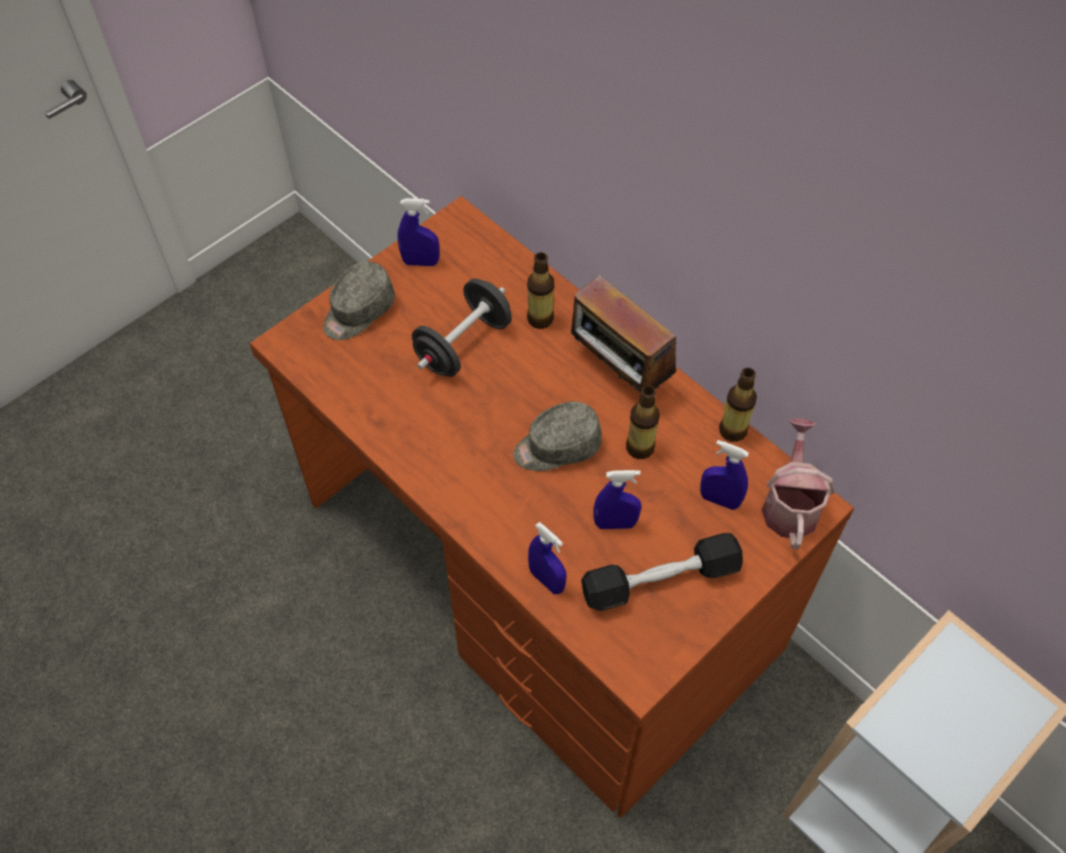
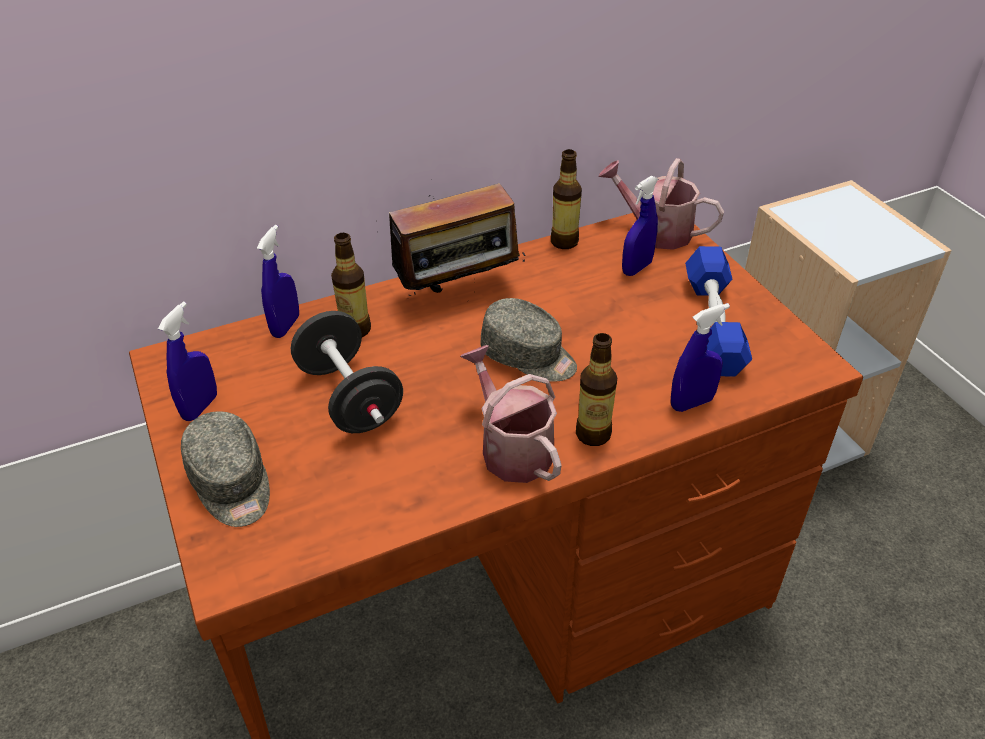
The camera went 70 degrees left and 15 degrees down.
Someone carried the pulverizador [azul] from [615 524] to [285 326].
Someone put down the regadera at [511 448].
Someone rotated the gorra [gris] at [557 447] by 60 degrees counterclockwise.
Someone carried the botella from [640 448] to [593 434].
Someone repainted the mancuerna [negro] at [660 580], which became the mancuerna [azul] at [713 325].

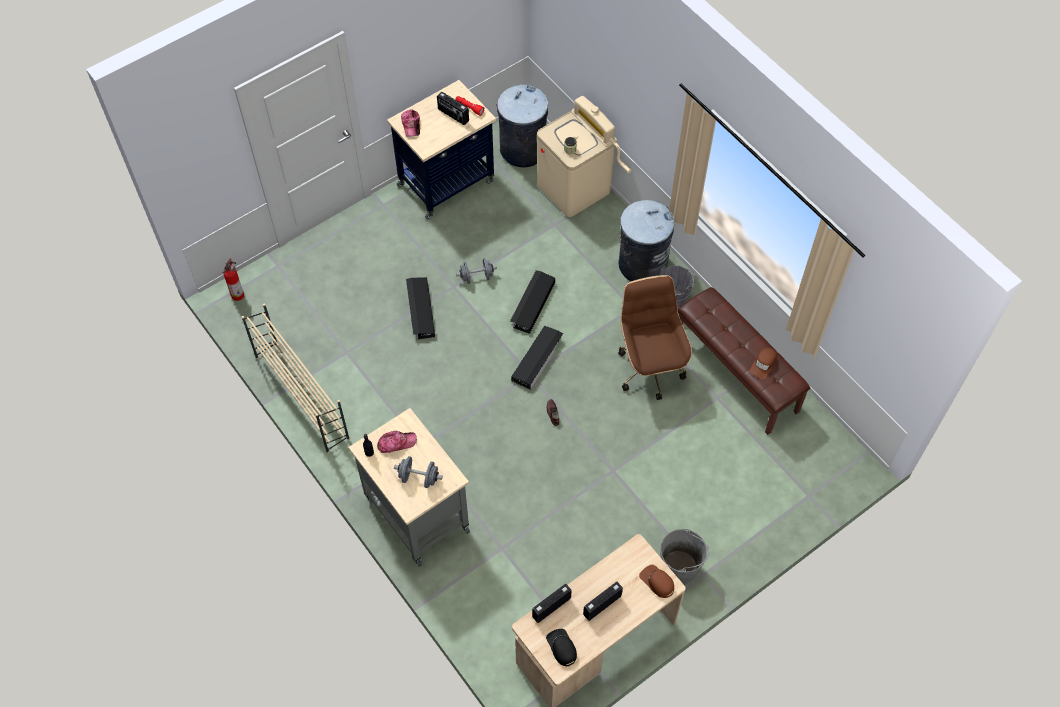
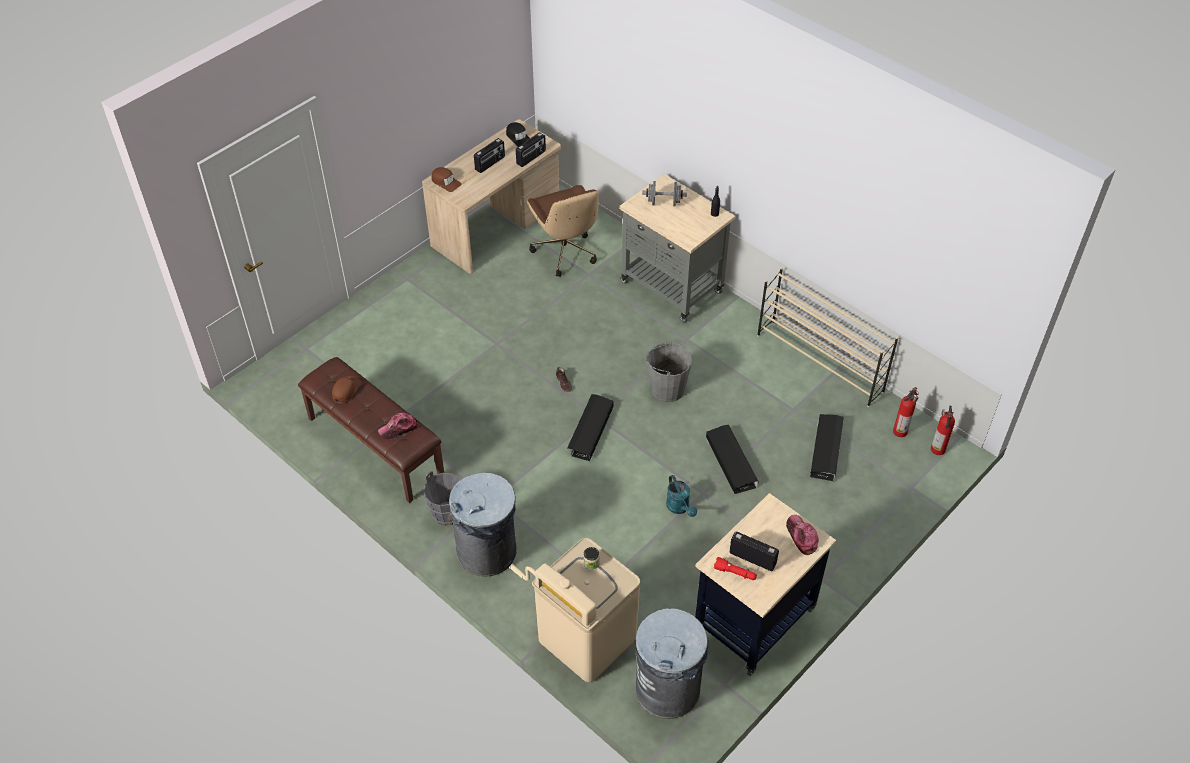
The camera went 170 degrees right and 10 degrees down.
Someone carried the gorra from [396 443] to [398 428].
Someone carried the silla de oficina [marrón] from [649 367] to [565 255].
Someone carried the cubo [gris] from [679 568] to [667 388].
Someone swapped the mancuerna [gris] at [476 277] for the regadera [turquesa] at [680 508].
Someone carried the caja de almacenaje [negro] from [532 304] to [826 450].
Someone put down the extintor at [900 431].

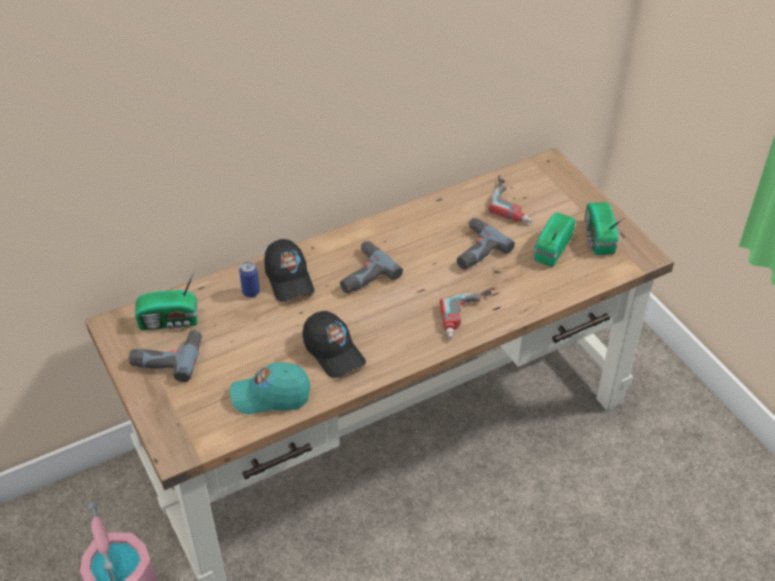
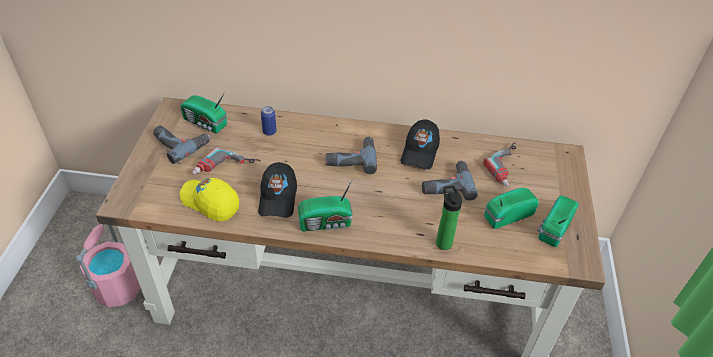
The camera went 35 degrees right and 0 degrees up.
Someone repainted the gorra [turquesa] at [271 396], which became the gorra [amarillo] at [210 202].
Someone carried the taladro from [470 316] to [226 170].
Someone put down the radio at [326 223].
Someone carried the gorra [negro] from [289 279] to [420 152].
Someone put down the botella at [443 241].

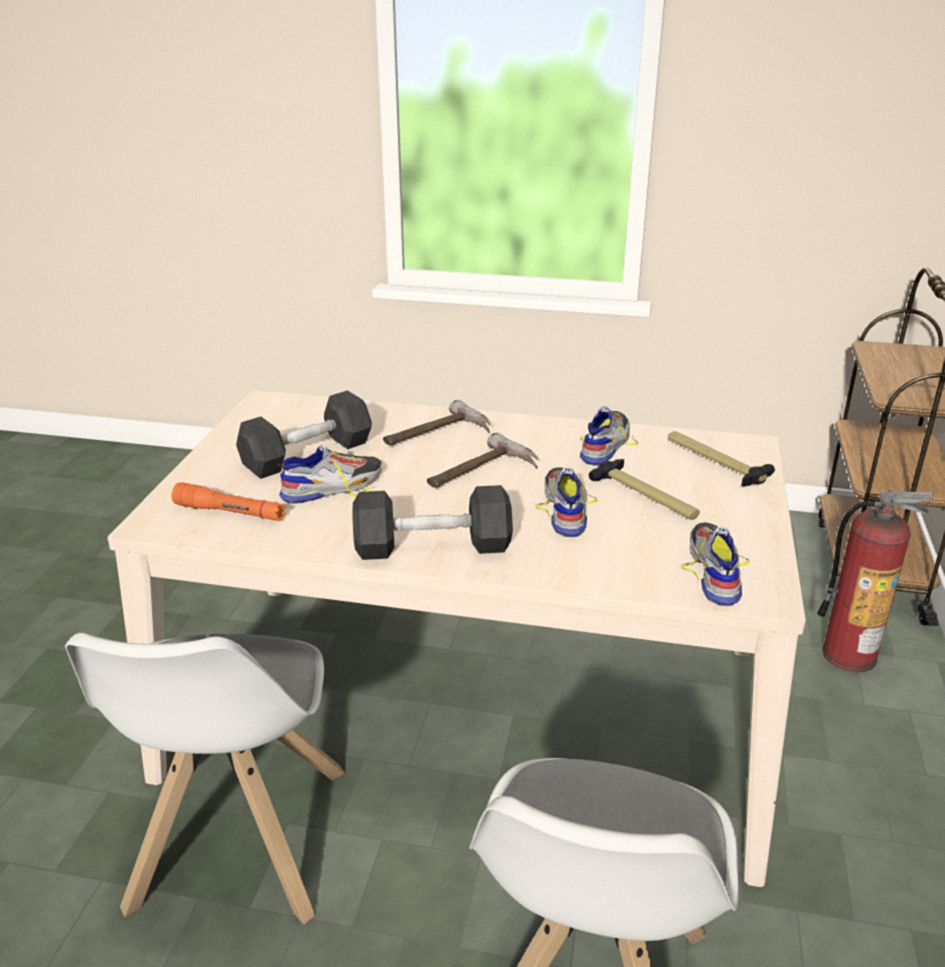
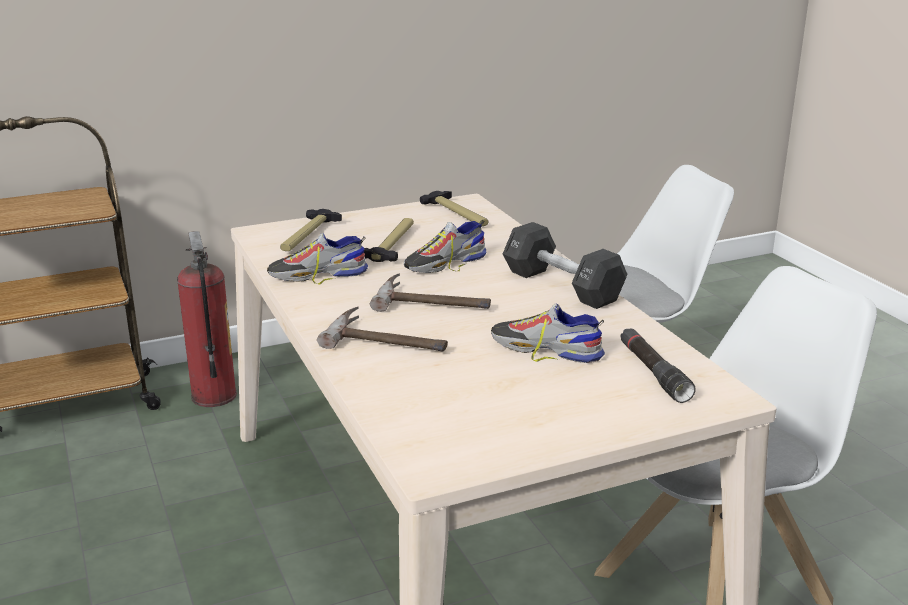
The camera went 125 degrees left and 5 degrees down.
Someone swapped the zapato at [714 569] for the martillo at [458 215].
Someone repainted the linterna [naranja] at [230 512], which became the linterna [negro] at [653 373].
Someone took away the mancuerna [gris] at [307 455].

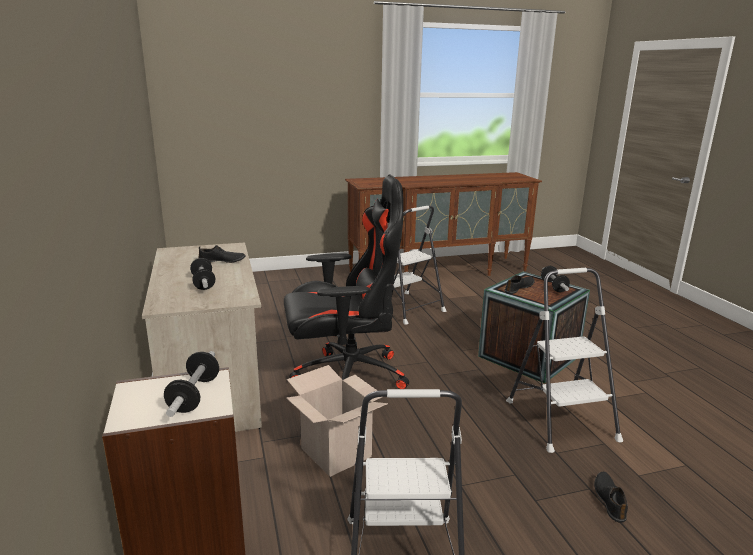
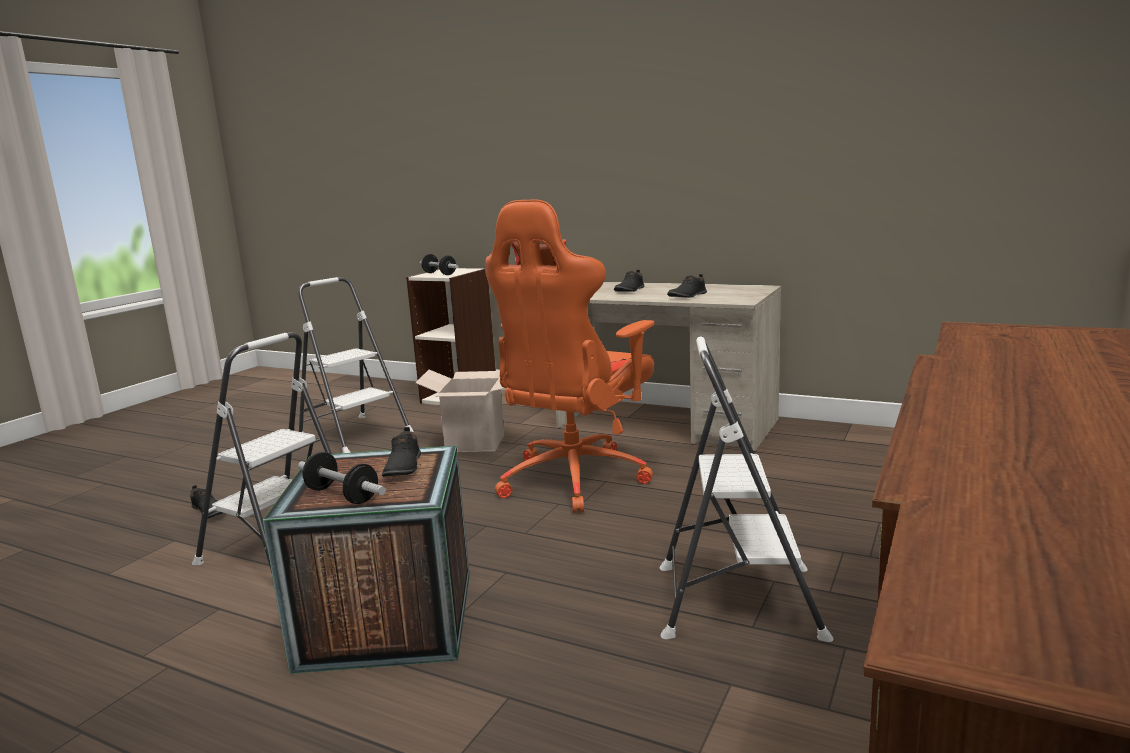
The camera went 135 degrees right and 5 degrees down.
Someone repainted the silla de oficina [negro] at [342 377], which became the silla de oficina [naranja] at [580 475].
Someone swapped the mancuerna at [203 283] for the zapato [negro] at [629 290].

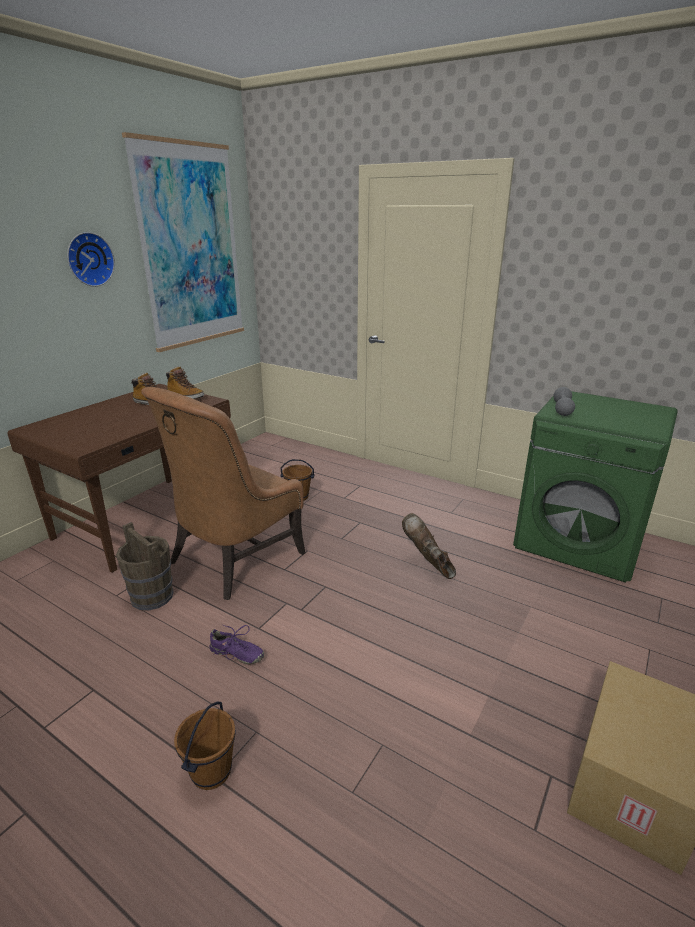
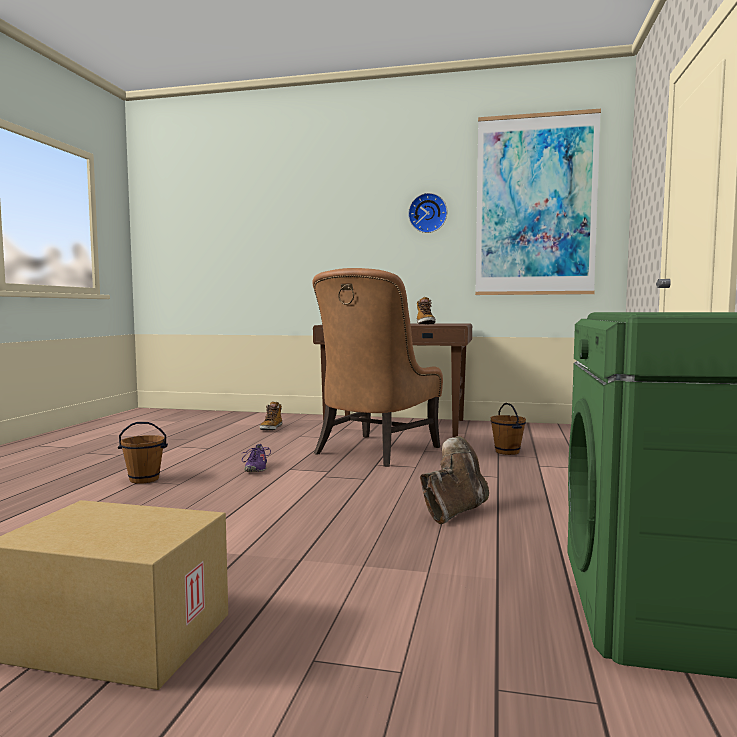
The camera went 70 degrees right and 20 degrees down.
Someone carried the bota from [185 397] to [271 428].
Someone rotated the silla [marrón] at [235 558] by 75 degrees counterclockwise.
Someone took away the cubo [marrón] at [152 596].
Someone took away the mancuerna [gris] at [562 409].

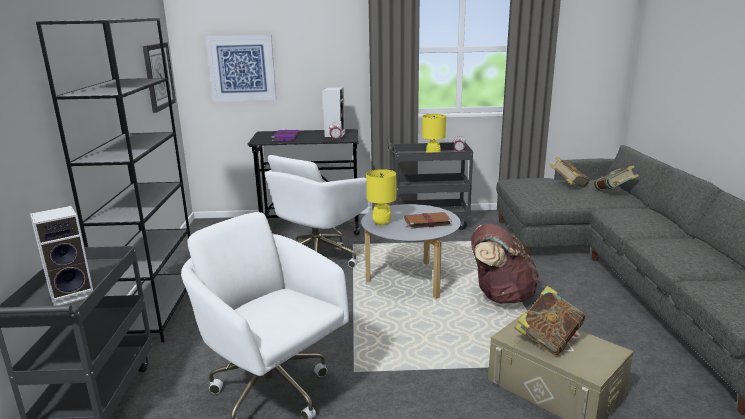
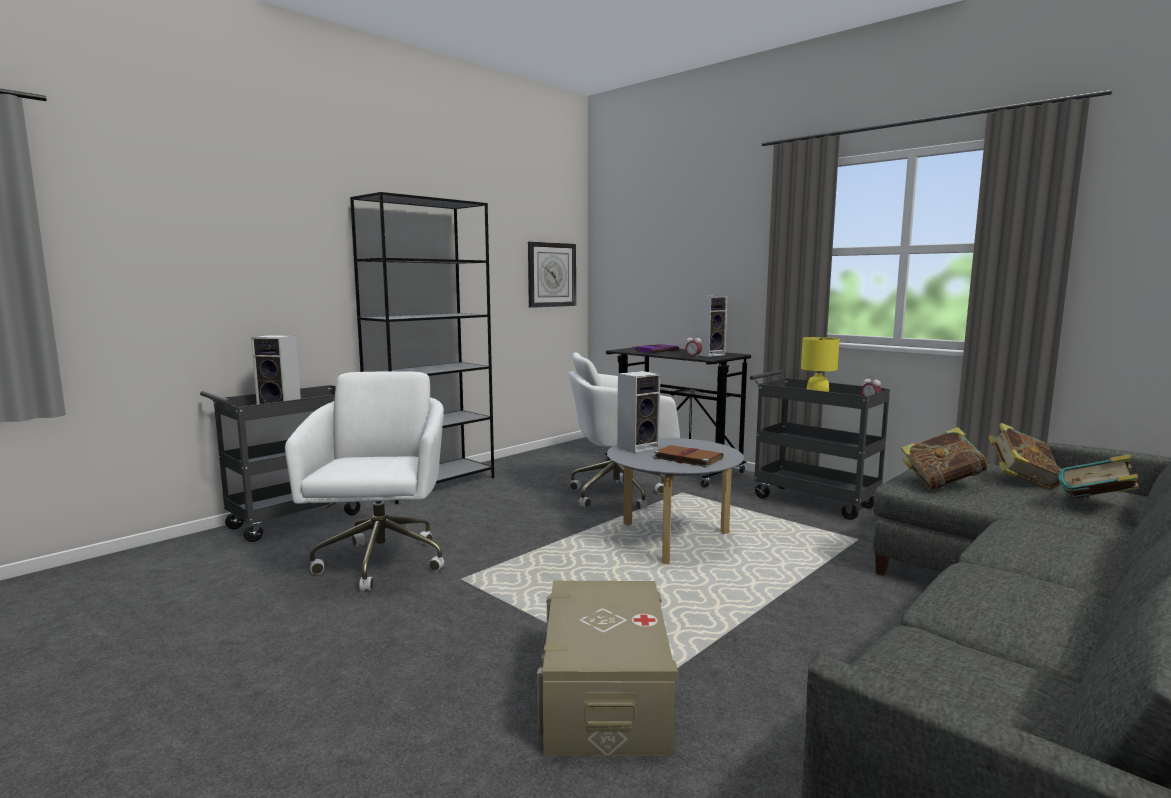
The camera went 45 degrees right and 10 degrees down.
Someone swapped the lámpara de mesa [amarillo] at [381 223] for the altavoz at [638 447].
Someone carried the libro from [548 340] to [942 484].
Someone took away the cuadro at [242 68].
Someone took away the mochila [marrón] at [500 296].

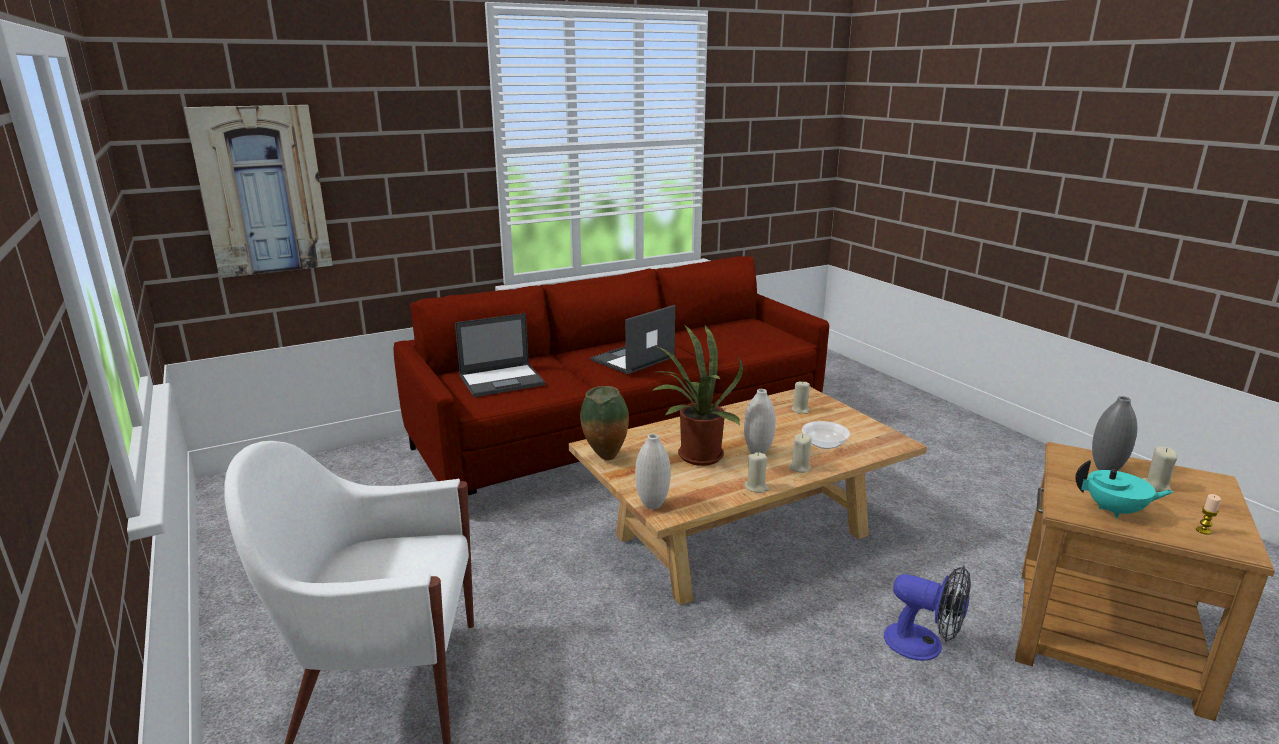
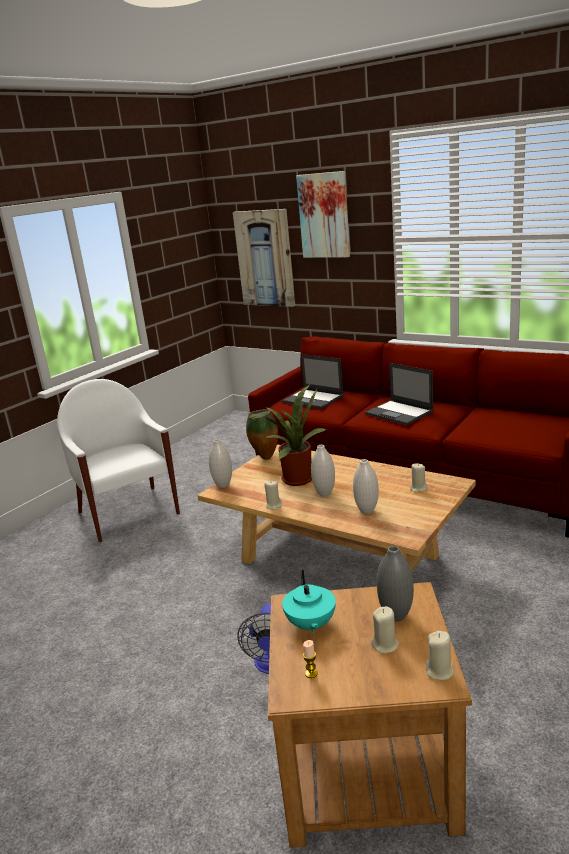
The camera went 65 degrees right and 0 degrees up.
Someone put up the cuadro at [324 215].
Someone swapped the cuenco at [824 444] for the florero [blanco] at [367 511].
Someone rotated the portátil at [632 359] by 150 degrees counterclockwise.
Someone carried the vela [beis] from [799 467] to [440 671].

